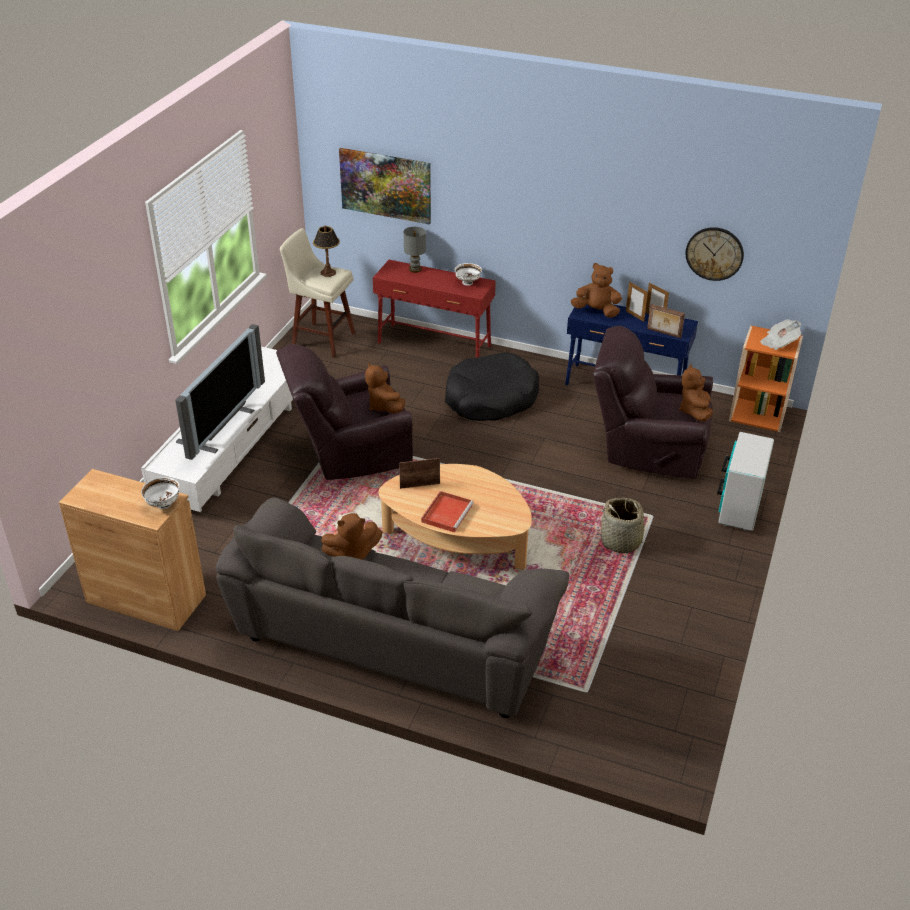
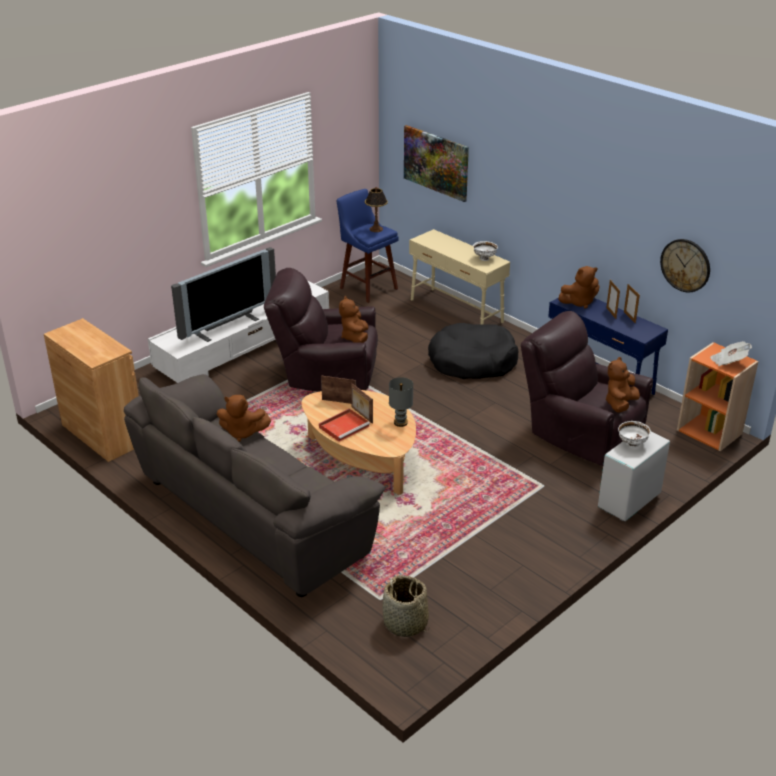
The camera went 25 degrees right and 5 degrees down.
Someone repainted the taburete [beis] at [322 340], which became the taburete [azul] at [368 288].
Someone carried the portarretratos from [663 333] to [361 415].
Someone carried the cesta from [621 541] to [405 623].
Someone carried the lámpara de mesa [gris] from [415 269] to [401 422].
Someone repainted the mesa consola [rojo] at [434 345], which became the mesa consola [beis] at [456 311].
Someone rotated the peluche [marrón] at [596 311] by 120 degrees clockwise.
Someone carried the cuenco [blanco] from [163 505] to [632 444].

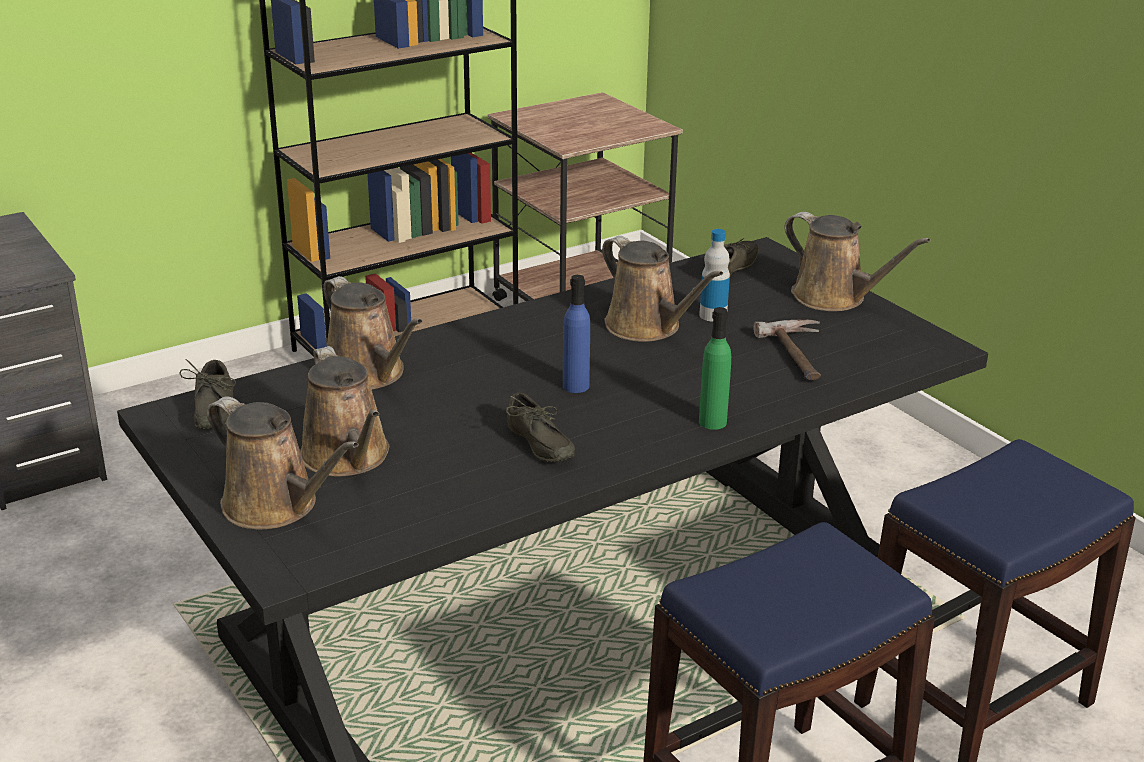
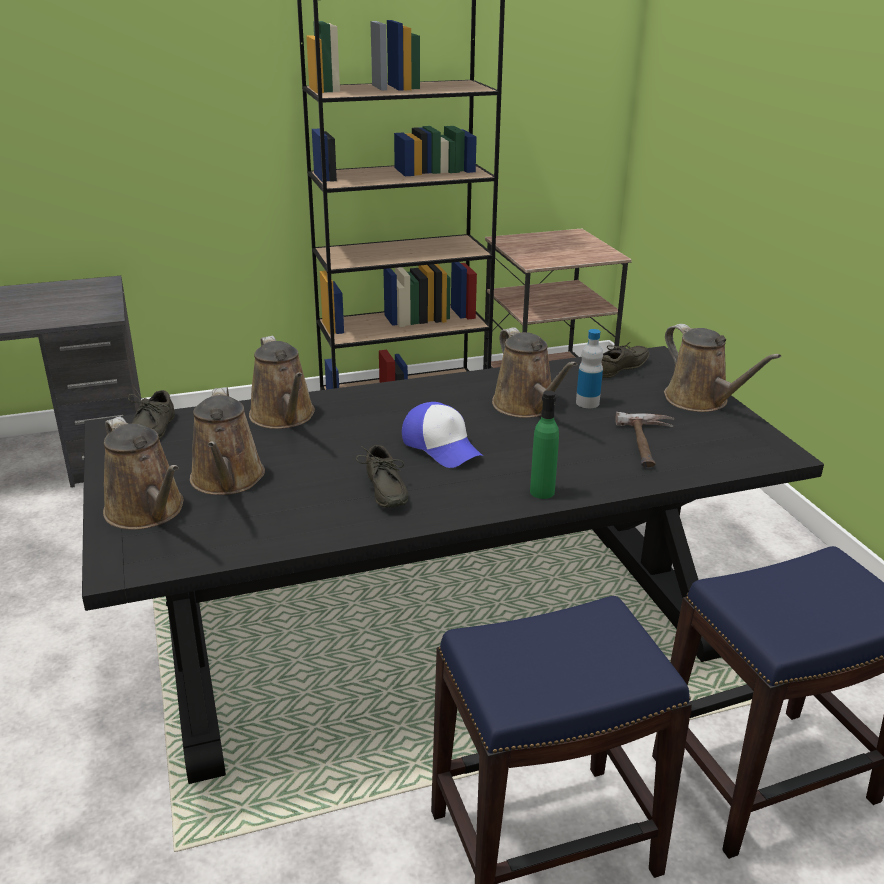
The camera went 15 degrees right and 0 degrees up.
Someone swapped the botella [azul] at [575 386] for the gorra at [442 446].

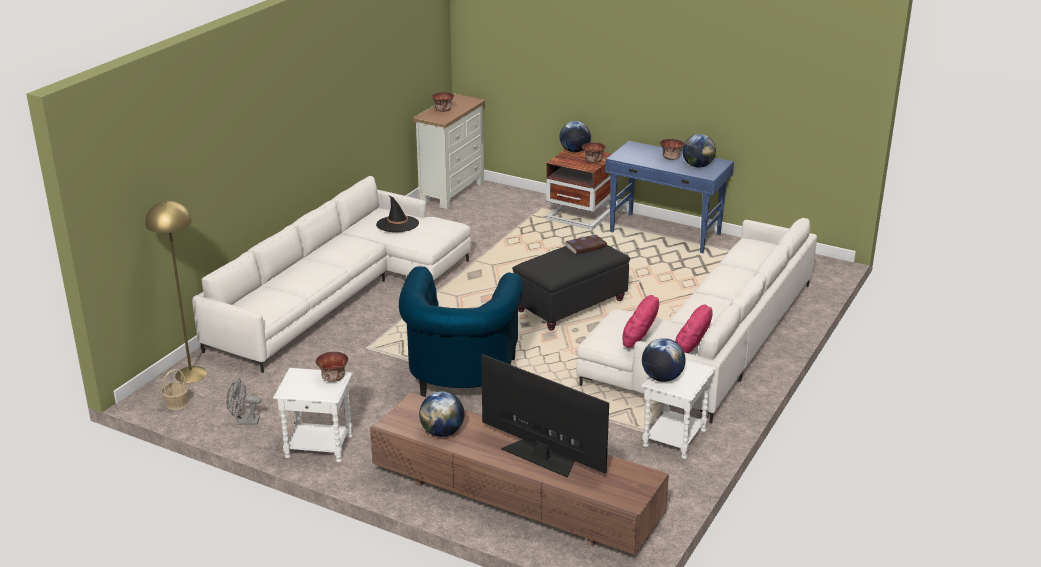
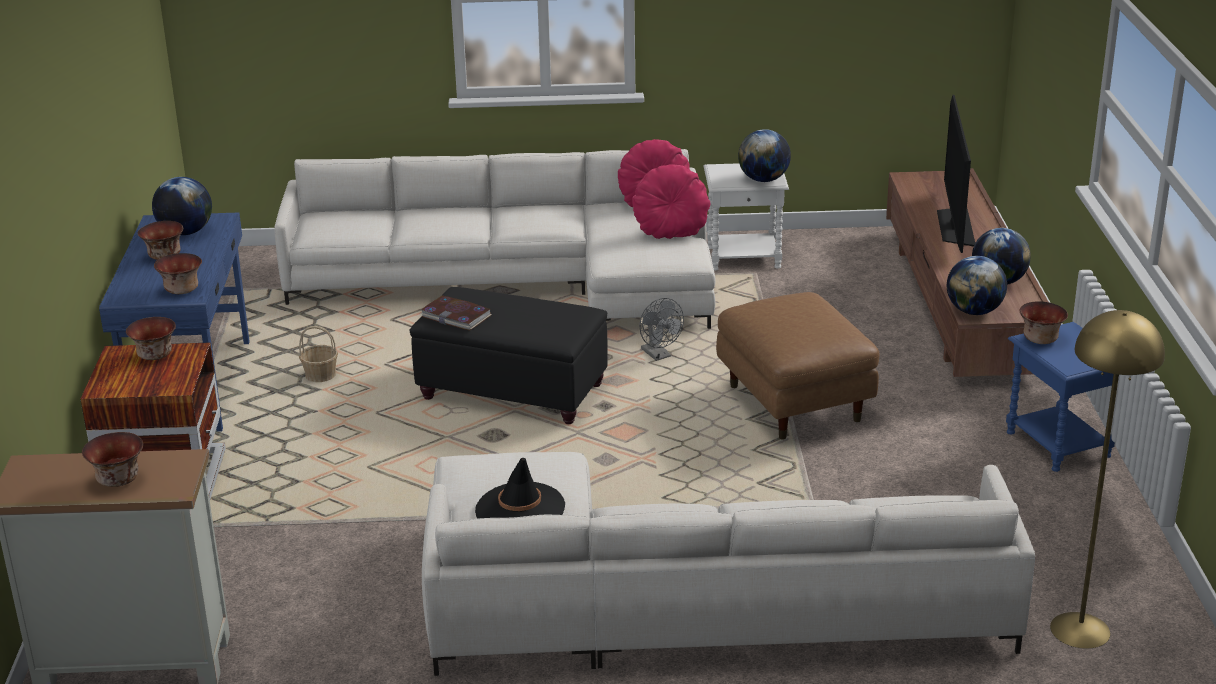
The camera went 120 degrees left and 0 degrees up.
Someone put down the cuenco at [181 290].
Someone carried the cesta from [177 404] to [320 375].
Someone carried the ventilador [gris] from [244 421] to [659 355].
Someone swapped the sillón [azul] at [461 380] for the puf [marrón] at [795 405].
Someone carried the globo terráqueo from [574 151] to [974 311].
Someone repainted the mesa auxiliar [blanco] at [319 445], which became the mesa auxiliar [azul] at [1056 444].

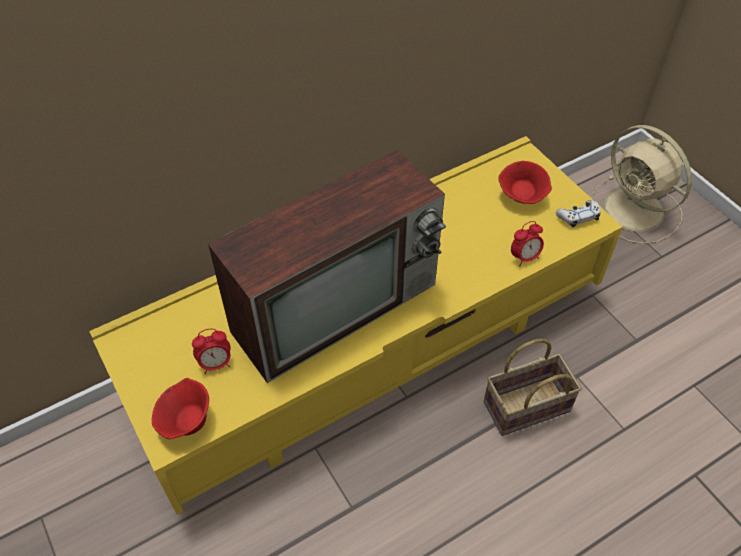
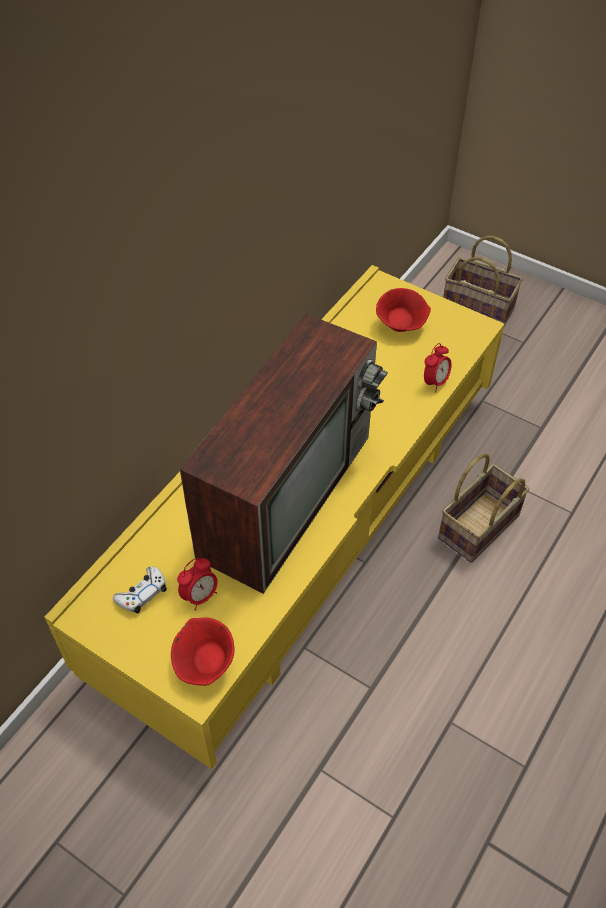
The camera went 25 degrees left and 0 degrees up.
Someone carried the mando de consola [blanco] from [578 216] to [142 593].
Someone swapped the ventilador [beis] at [636 211] for the cesta at [480 307].

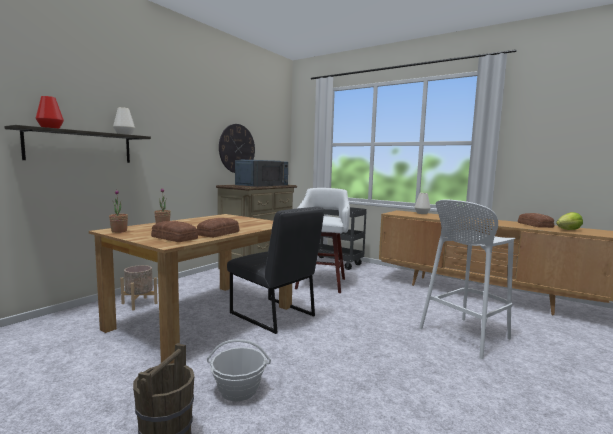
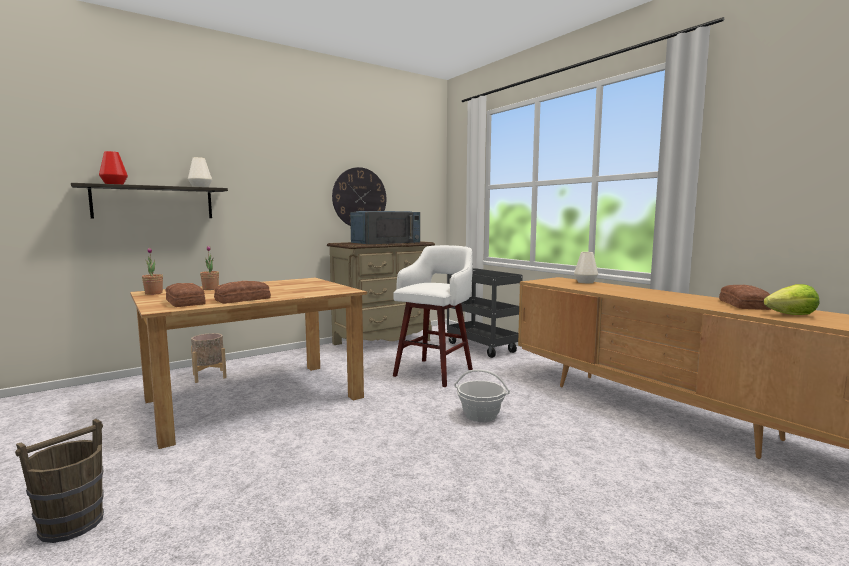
The camera went 20 degrees right and 0 degrees up.
Someone carried the cesta from [238 390] to [480 415].
Someone took away the silla [gris] at [273 315].
Someone took away the taburete [blanco] at [465 336].

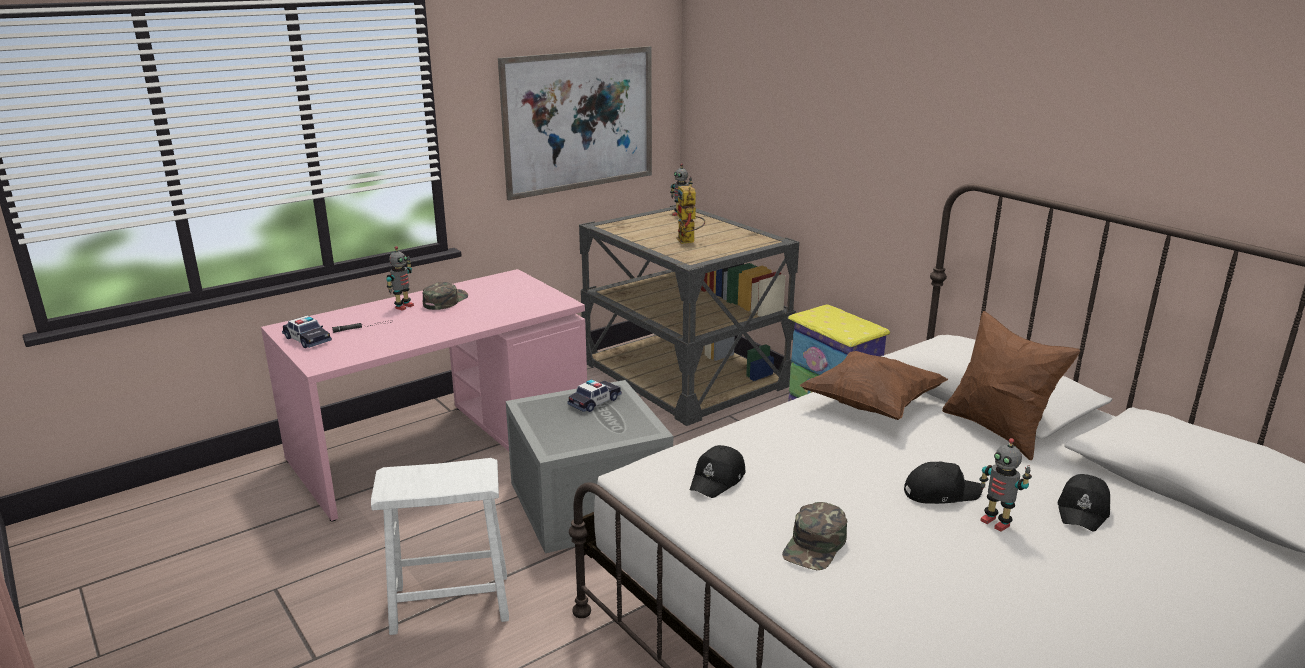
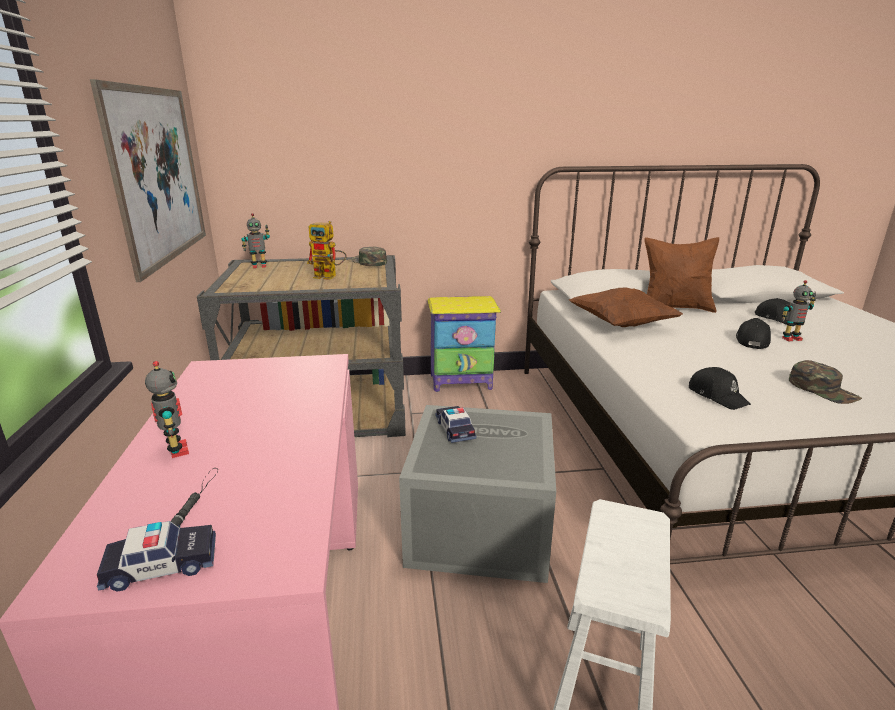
The camera went 60 degrees left and 0 degrees up.
Someone carried the gorra [verde] from [445 301] to [369 262].

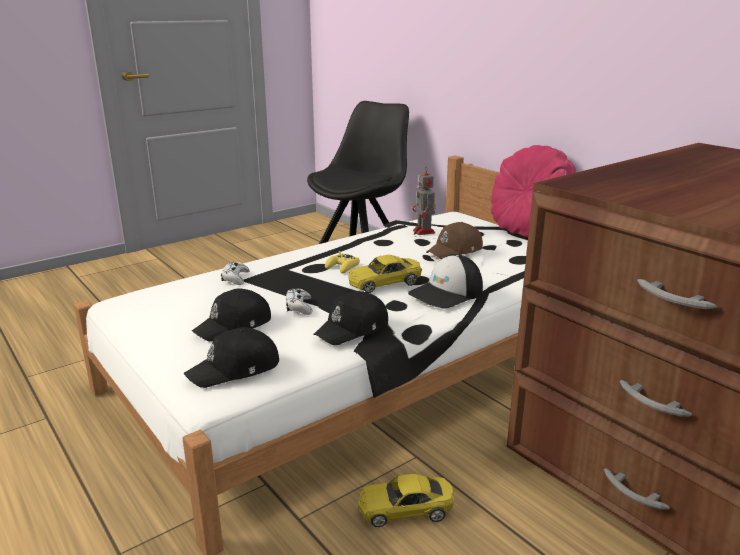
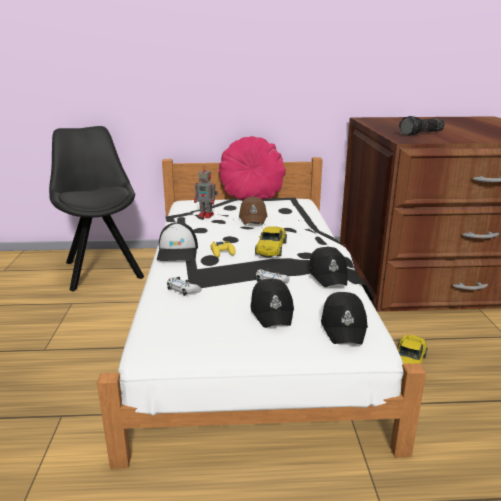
The camera went 55 degrees left and 0 degrees up.
Someone carried the gorra from [446 293] to [178 252].
Someone put down the linterna at [422 134].

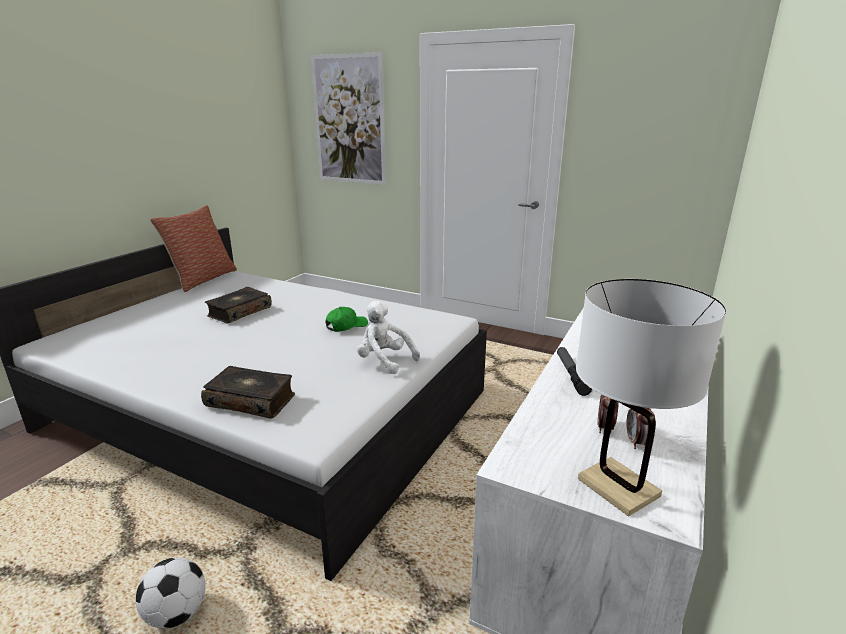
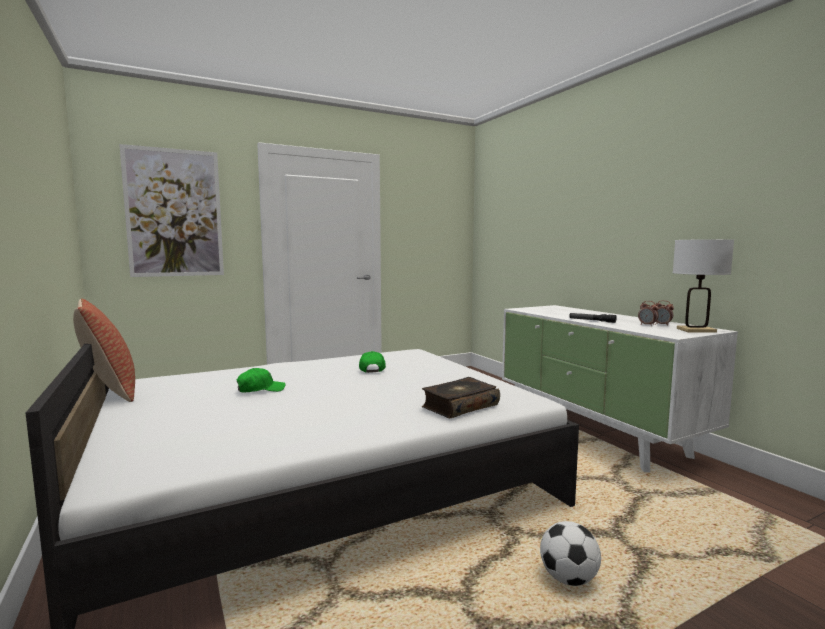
The camera went 55 degrees left and 15 degrees down.
Someone swapped the libro at [239 312] for the gorra [verde] at [260 389].
Someone took away the peluche [blanco] at [384 361].

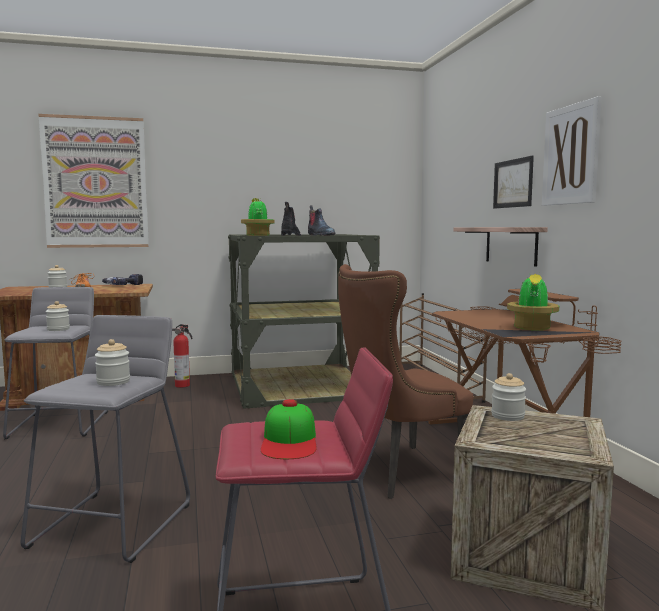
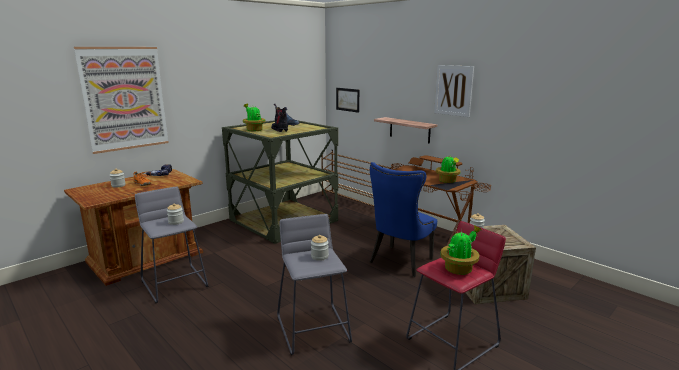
The camera went 30 degrees left and 10 degrees up.
Someone carried the cuadro from [513 183] to [347 99].
Someone repainted the silla [marrón] at [398 471], which became the silla [azul] at [400 262].
Someone swapped the gorra at [289 440] for the planta en maceta at [459 269].
Someone took away the extintor at [183 385].

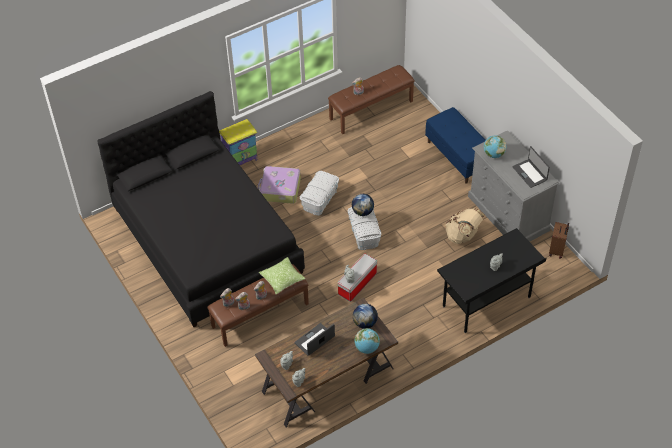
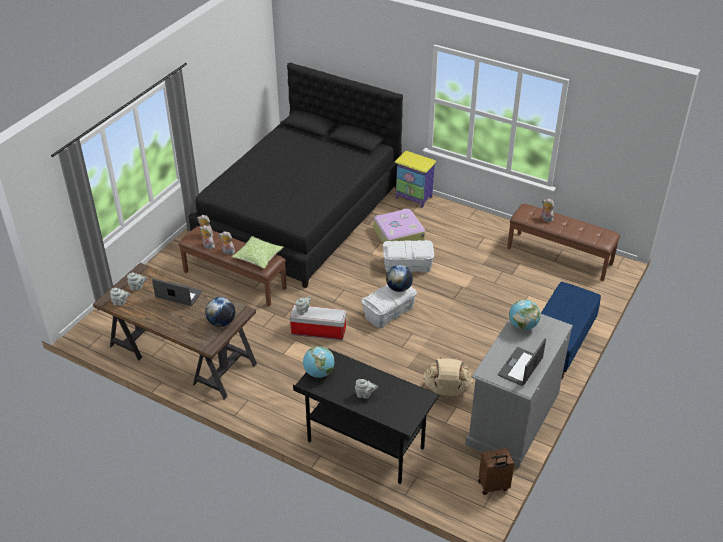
The camera went 60 degrees right and 10 degrees down.
Someone carried the globo terráqueo from [367 348] to [319 373].

